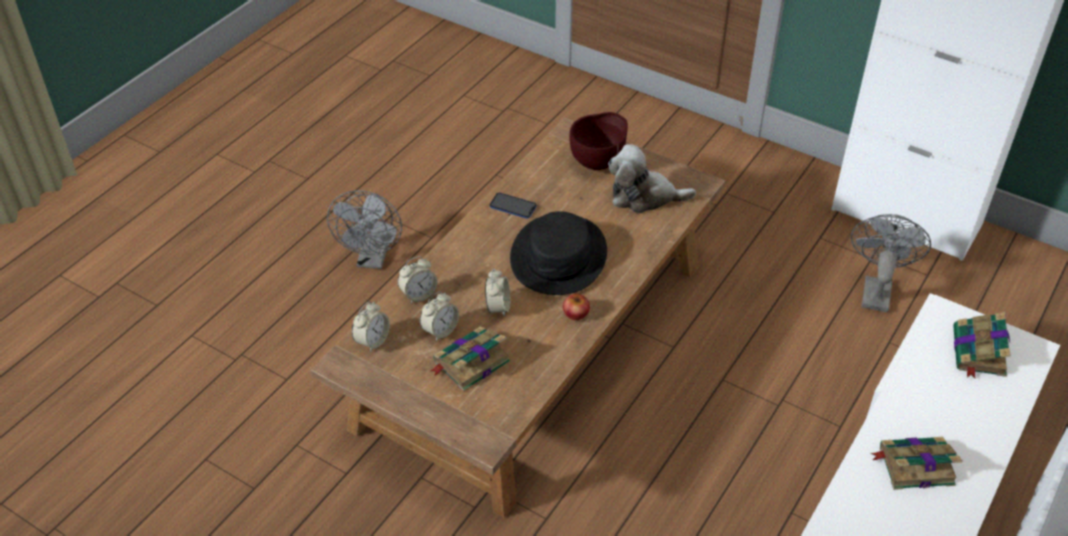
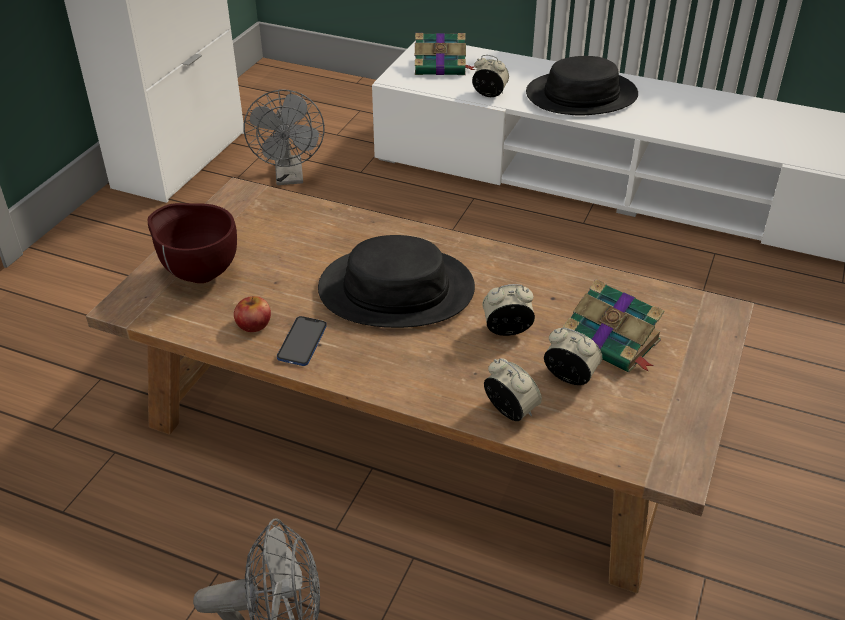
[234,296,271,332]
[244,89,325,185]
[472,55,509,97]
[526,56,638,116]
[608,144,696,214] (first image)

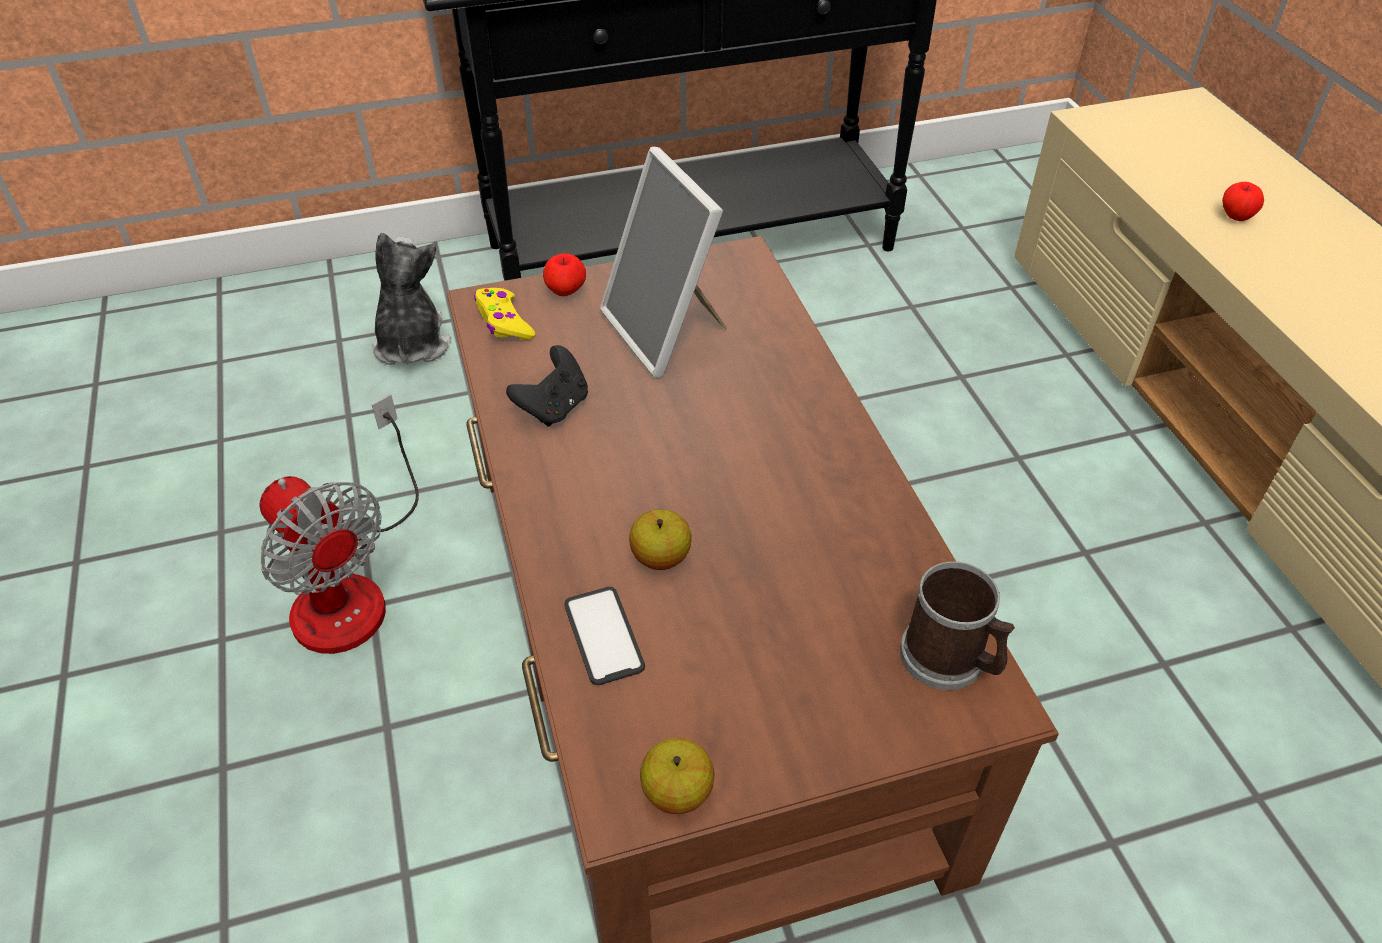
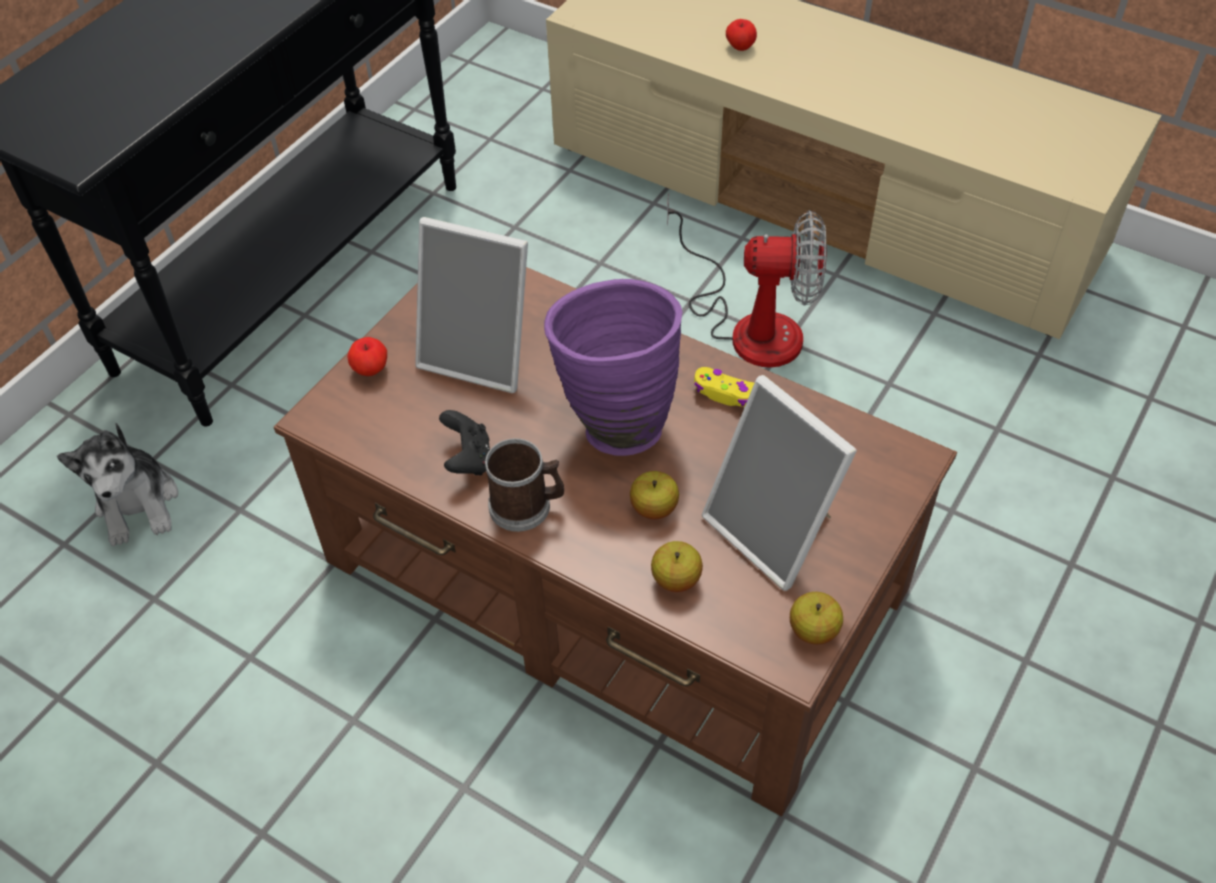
[57,423,178,547]
[484,438,564,532]
[544,279,683,456]
[651,541,703,592]
[667,193,827,368]
[694,367,754,407]
[702,375,857,591]

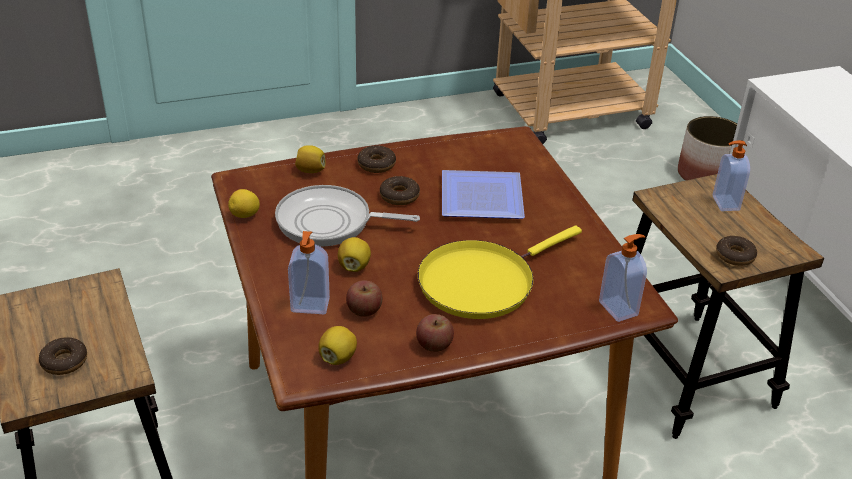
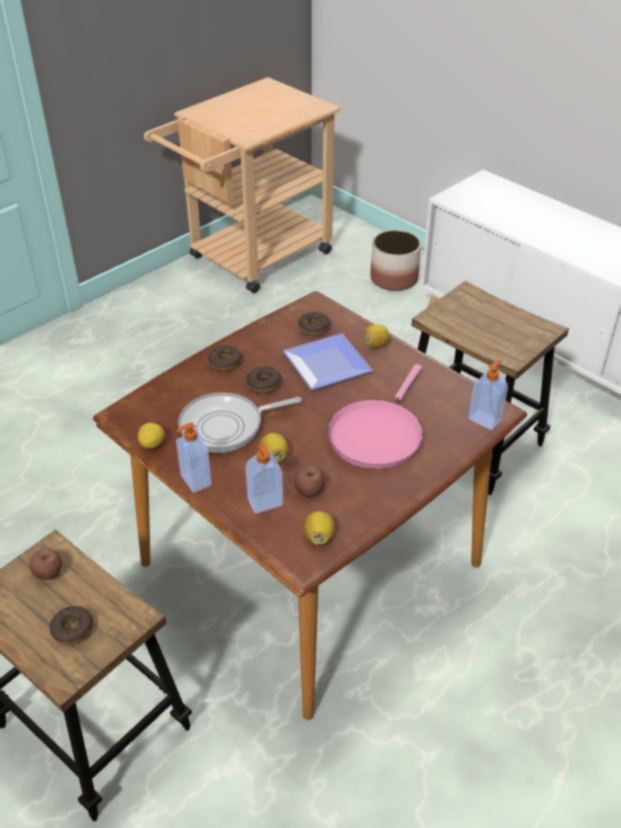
[29,548,62,580]
[176,422,212,493]
[298,312,330,336]
[328,364,423,469]
[365,324,390,348]

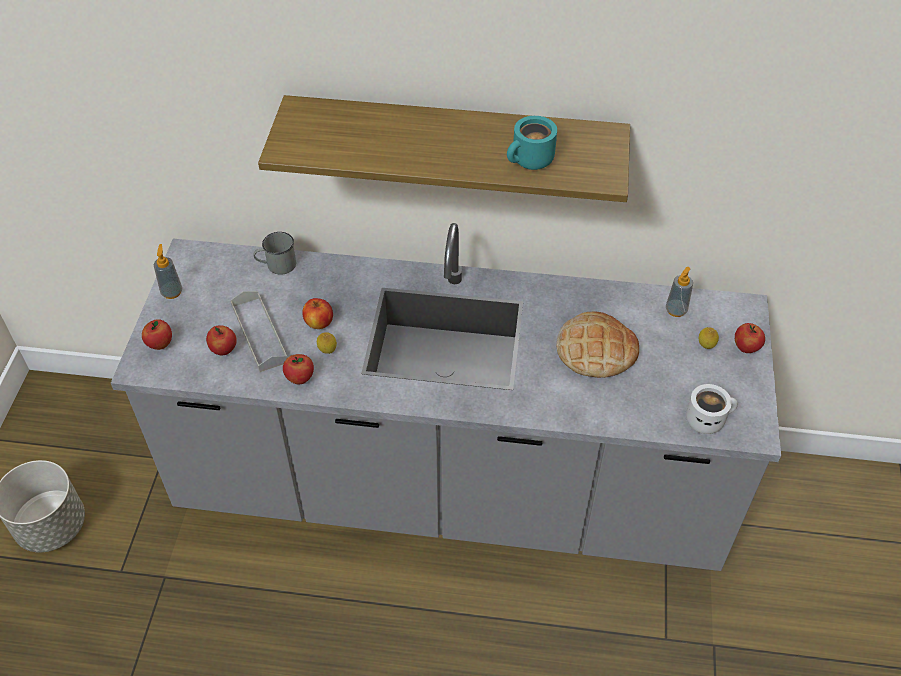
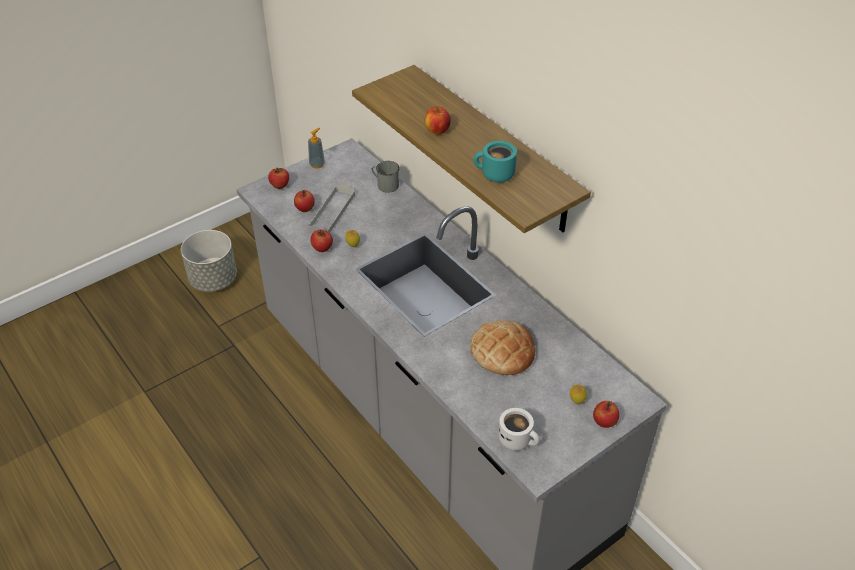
[425,106,451,135]
[666,267,693,317] (first image)

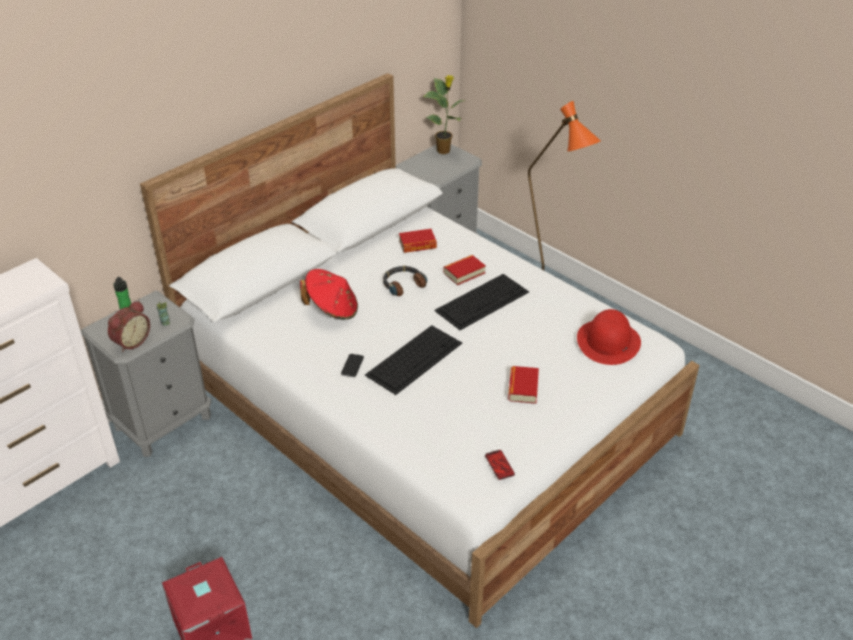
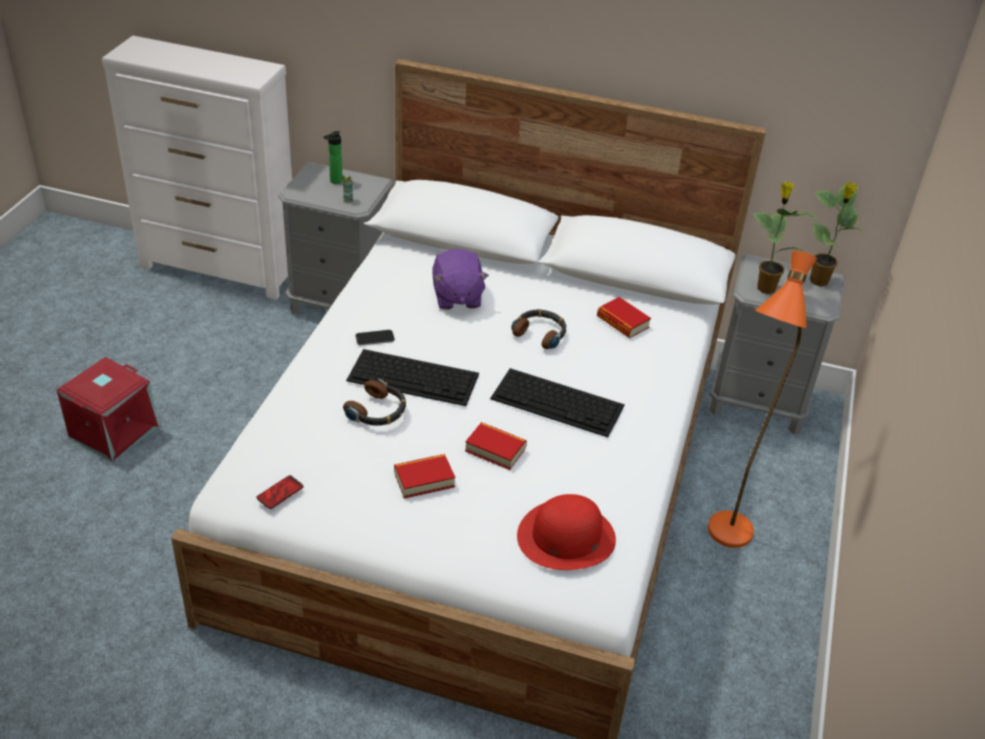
[343,379,406,426]
[432,249,489,310]
[465,422,527,470]
[752,181,819,294]
[108,301,150,352] (first image)

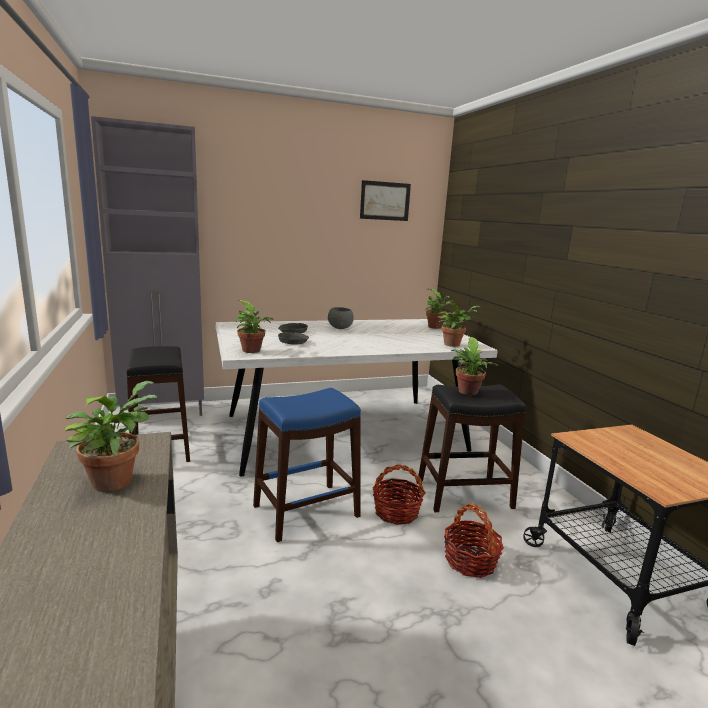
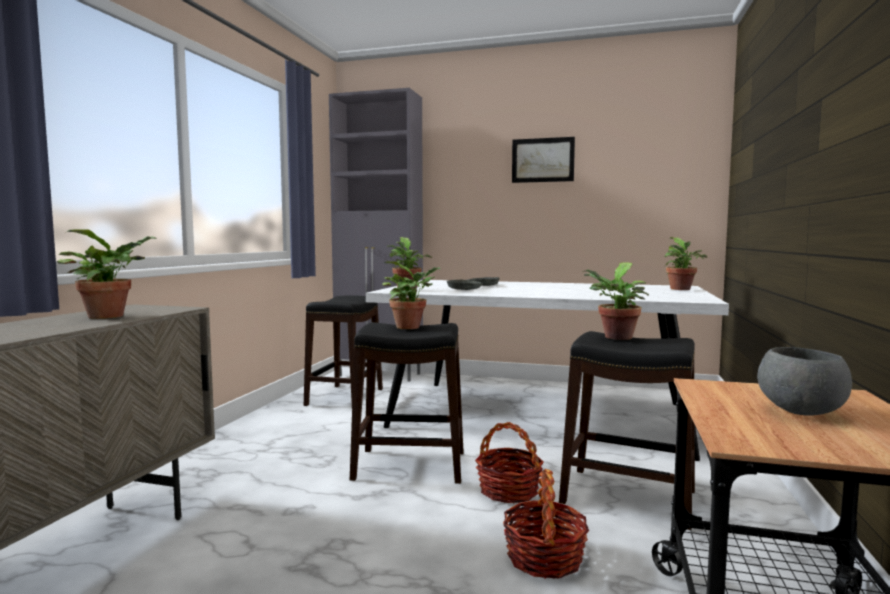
[350,322,464,484]
[382,261,440,329]
[512,137,575,183]
[757,347,852,416]

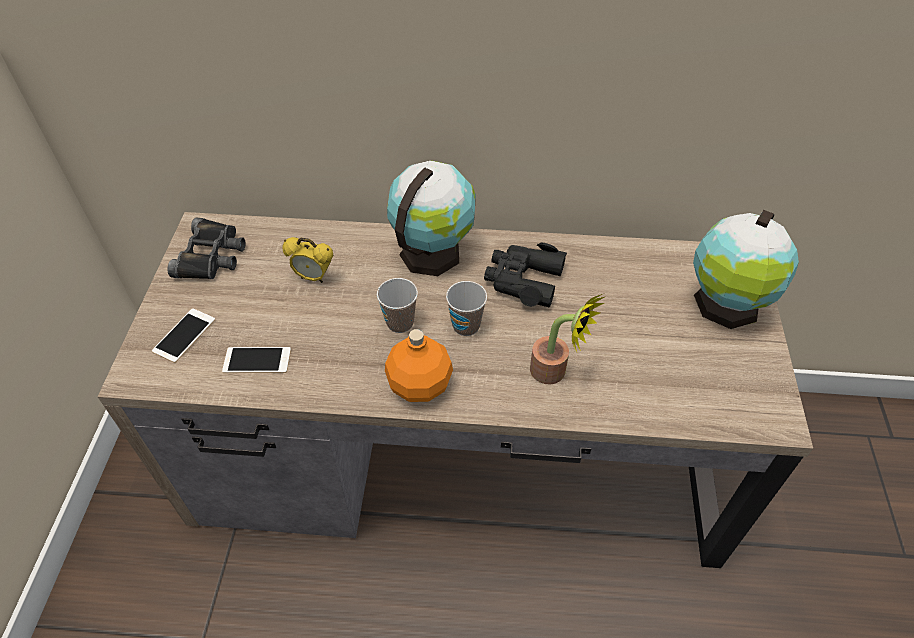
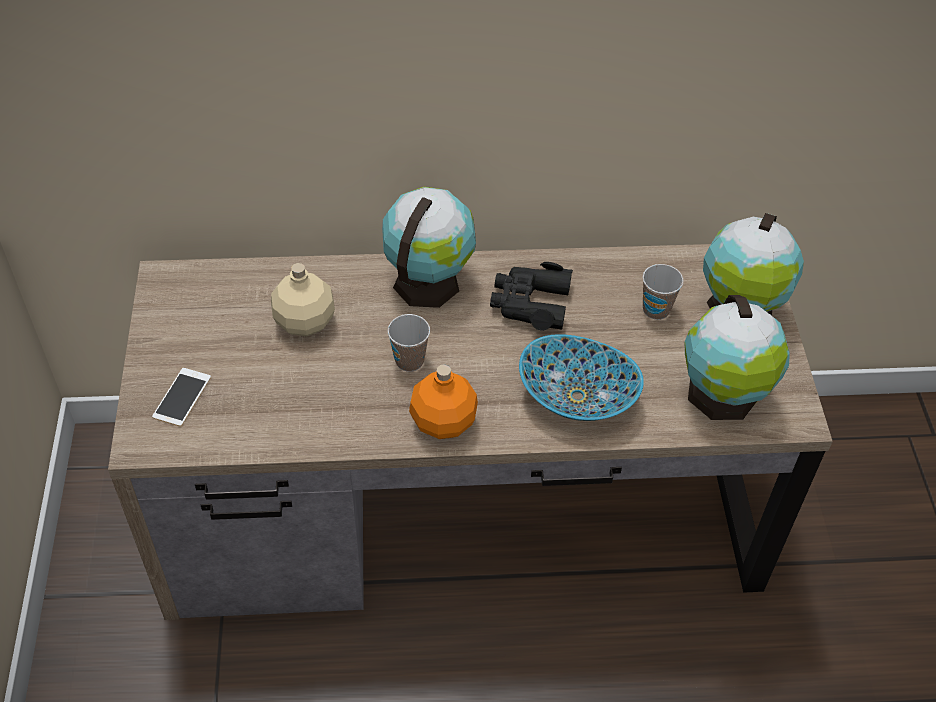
[271,263,335,336]
[519,334,644,421]
[642,264,684,320]
[685,295,790,420]
[167,217,245,279] (first image)
[222,347,291,373] (first image)

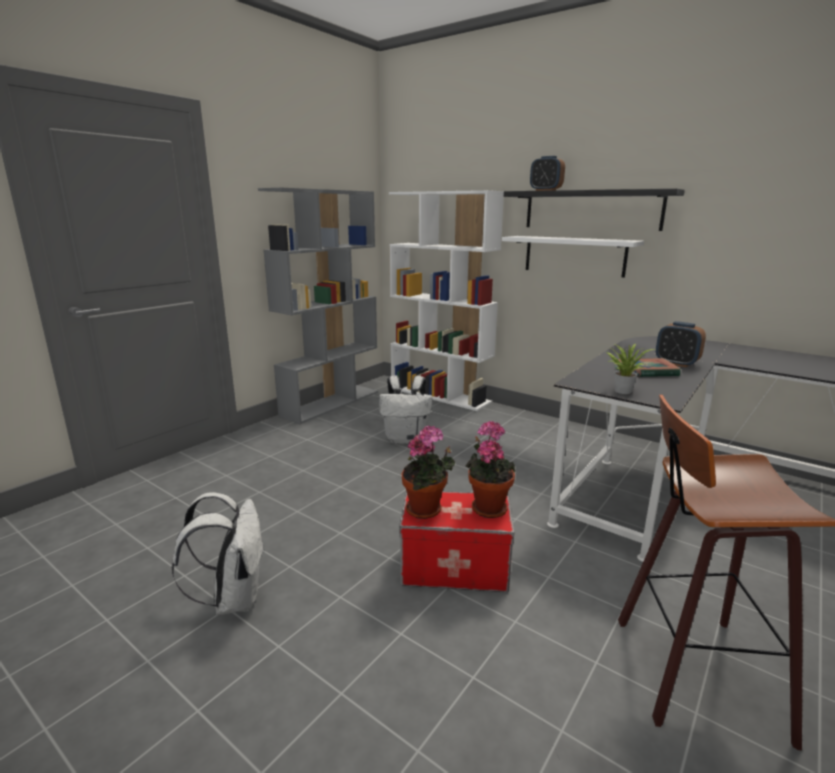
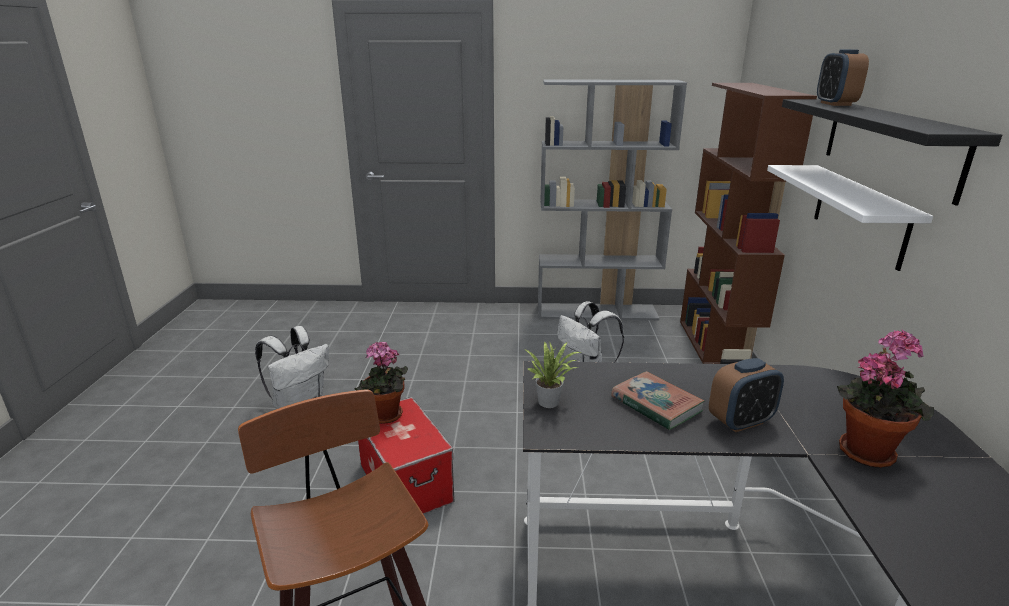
[680,83,817,364]
[709,358,784,432]
[837,329,934,468]

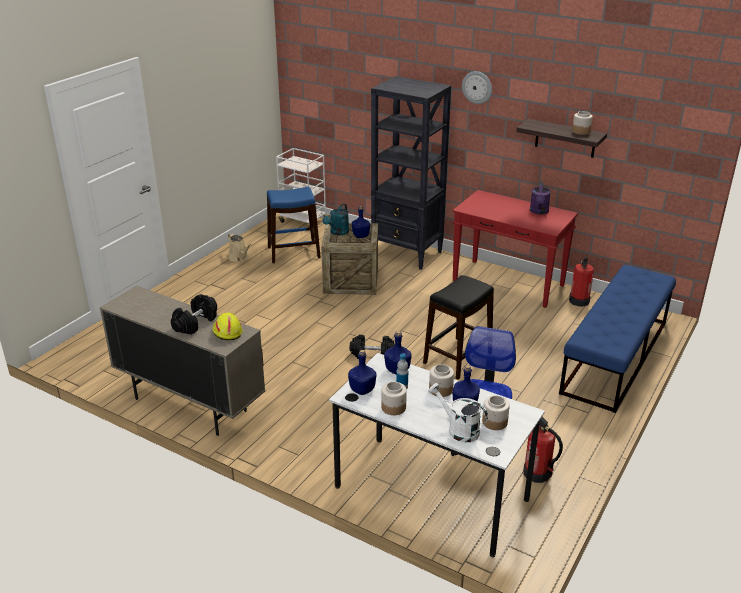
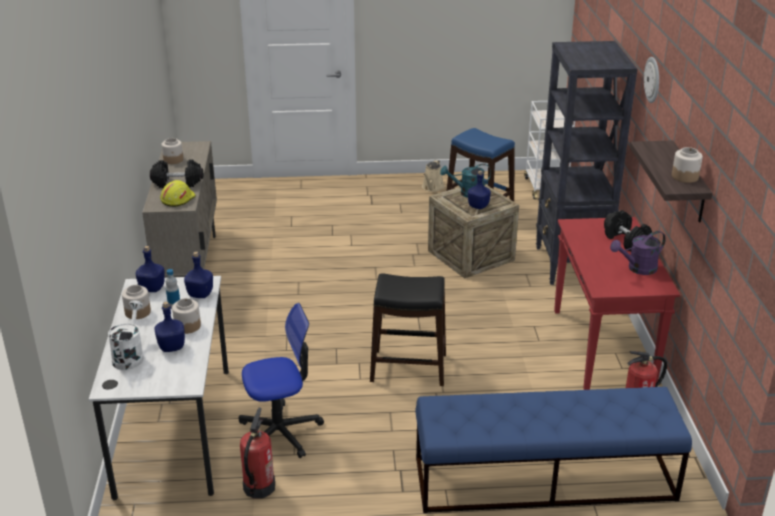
[161,138,183,164]
[604,210,652,252]

